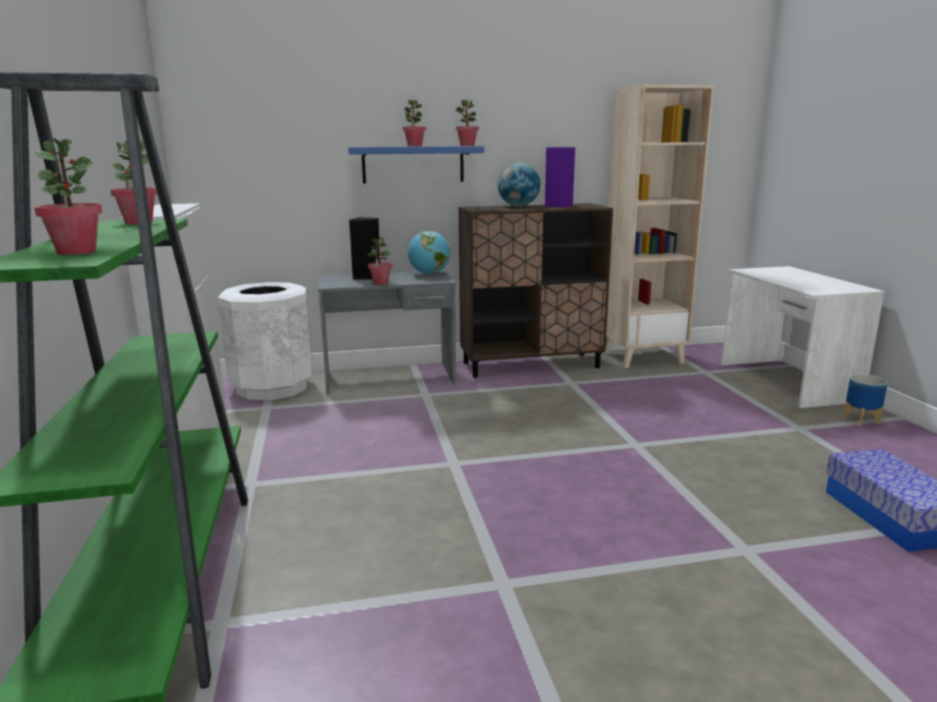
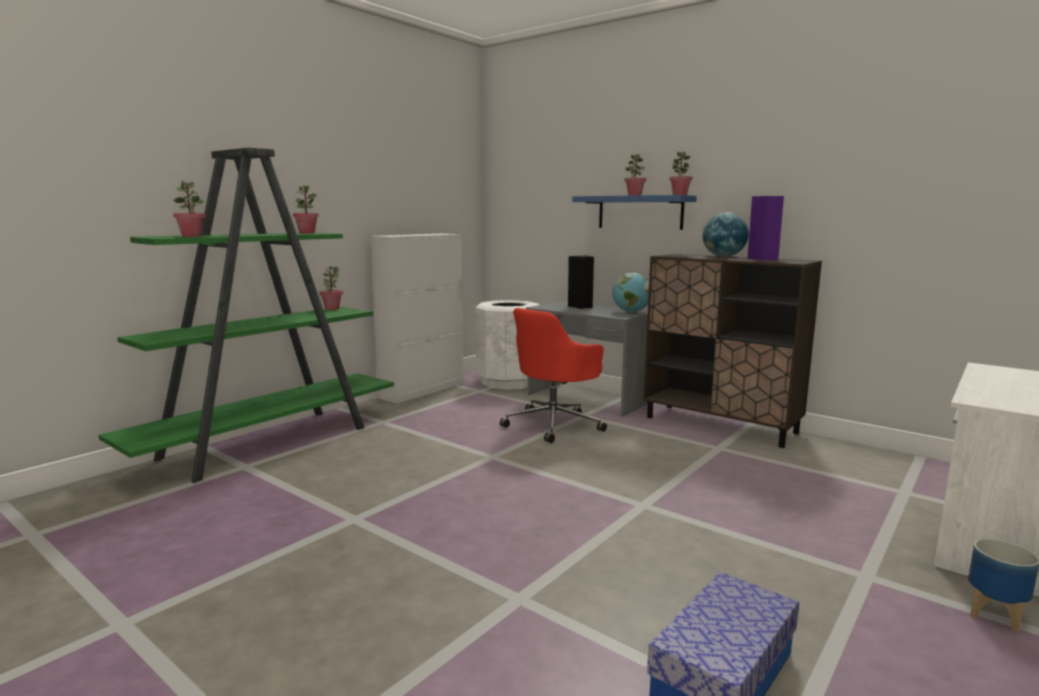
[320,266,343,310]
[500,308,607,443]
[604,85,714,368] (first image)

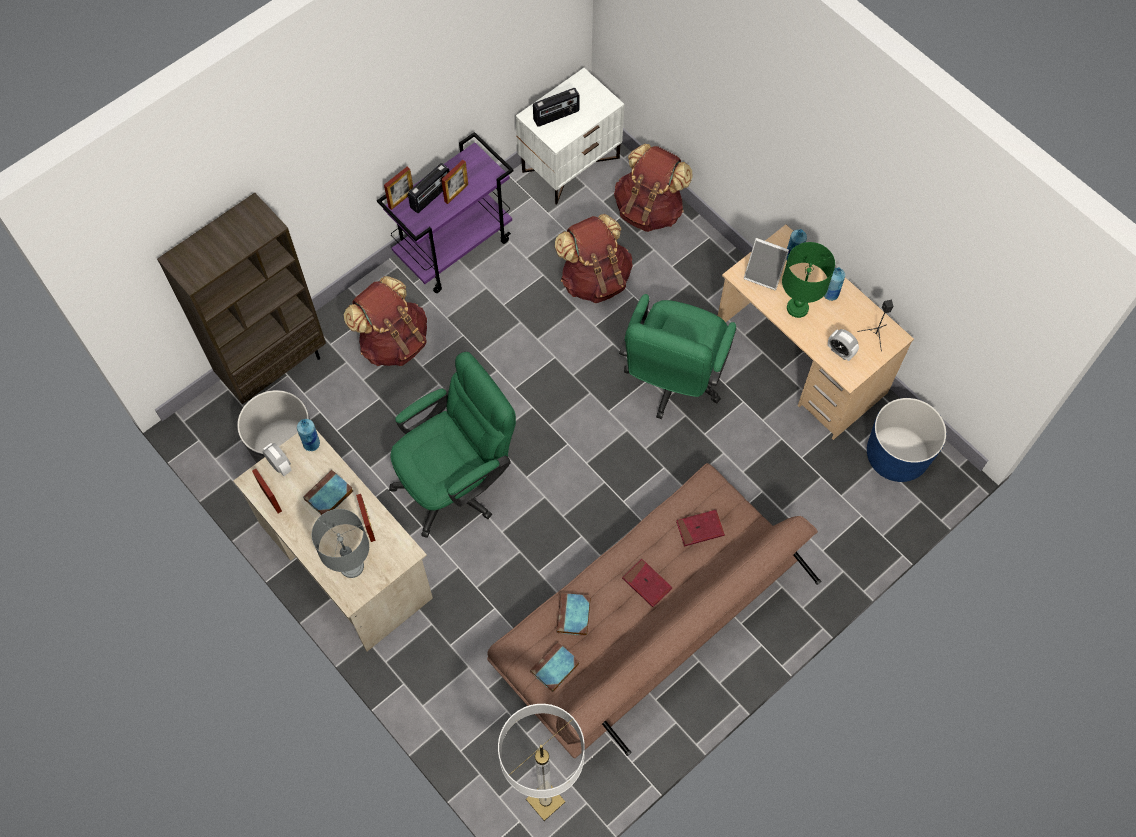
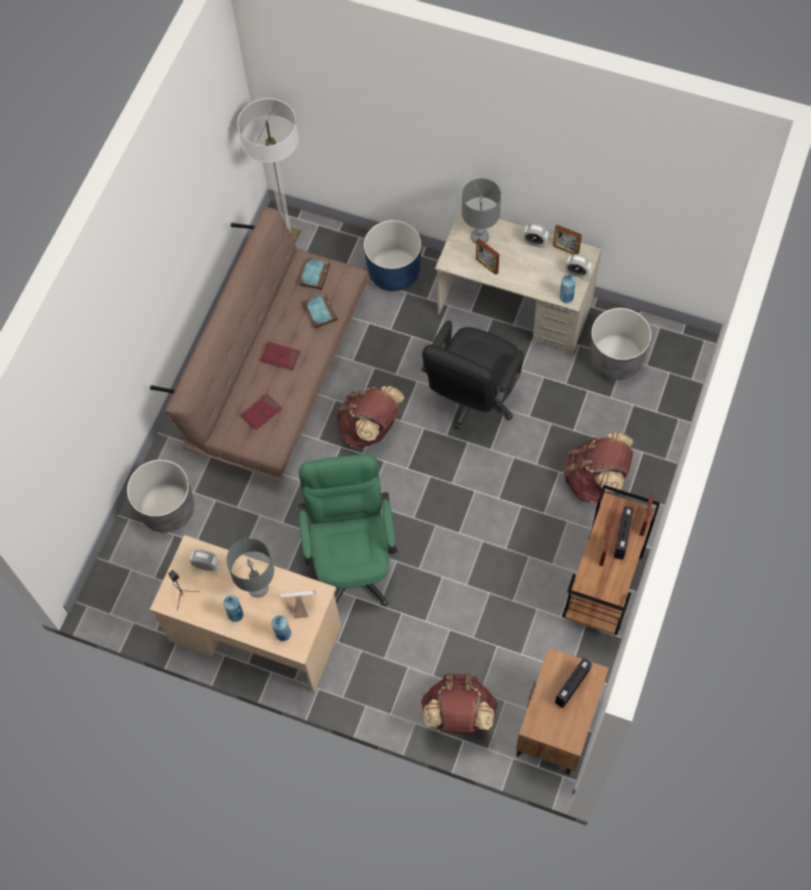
[127,459,194,533]
[226,538,274,598]
[336,386,405,449]
[364,220,421,291]
[421,321,524,430]
[516,647,609,775]
[523,223,549,248]
[562,485,660,635]
[157,193,326,404] (first image)
[303,470,353,515] (first image)

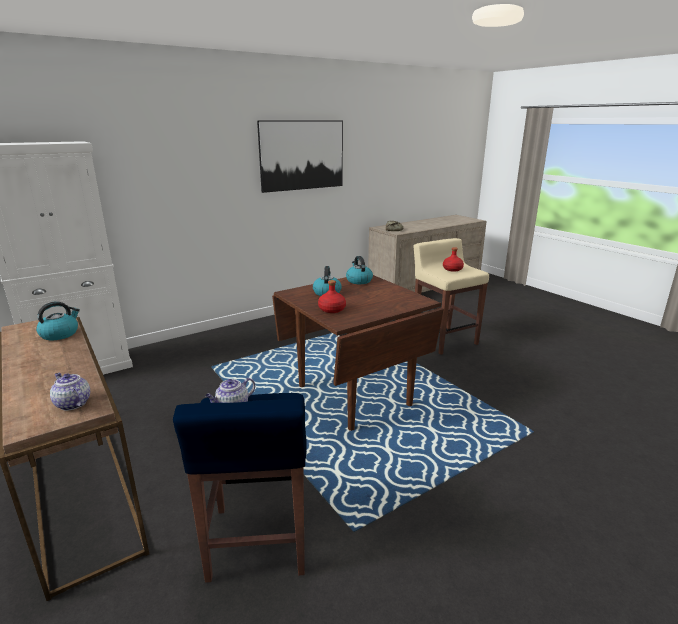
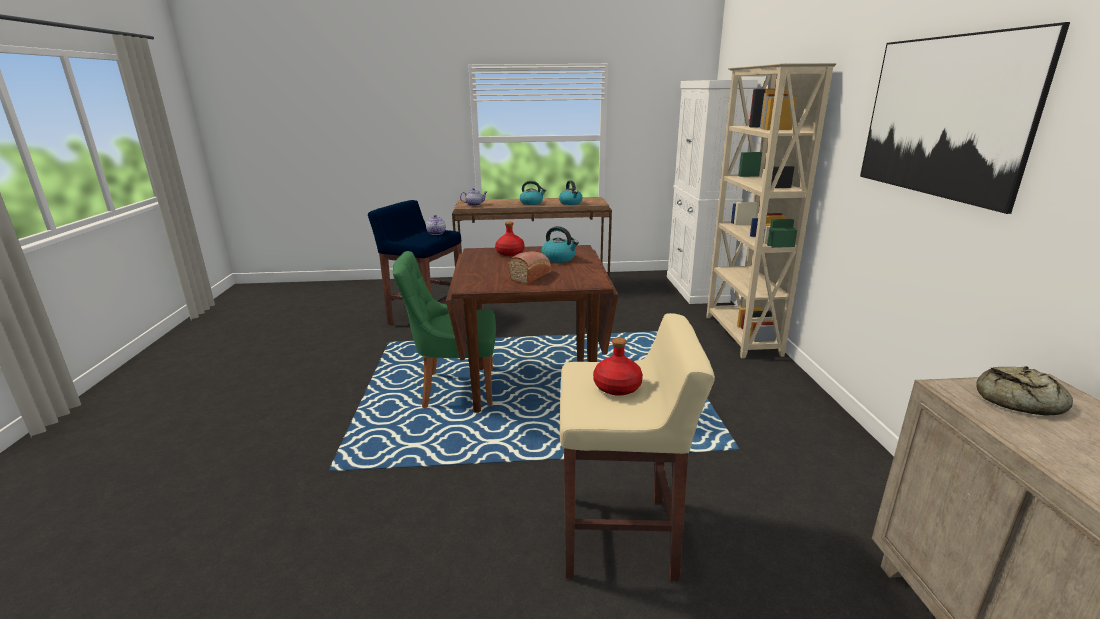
[392,251,496,409]
[508,251,551,284]
[520,181,546,205]
[706,63,837,359]

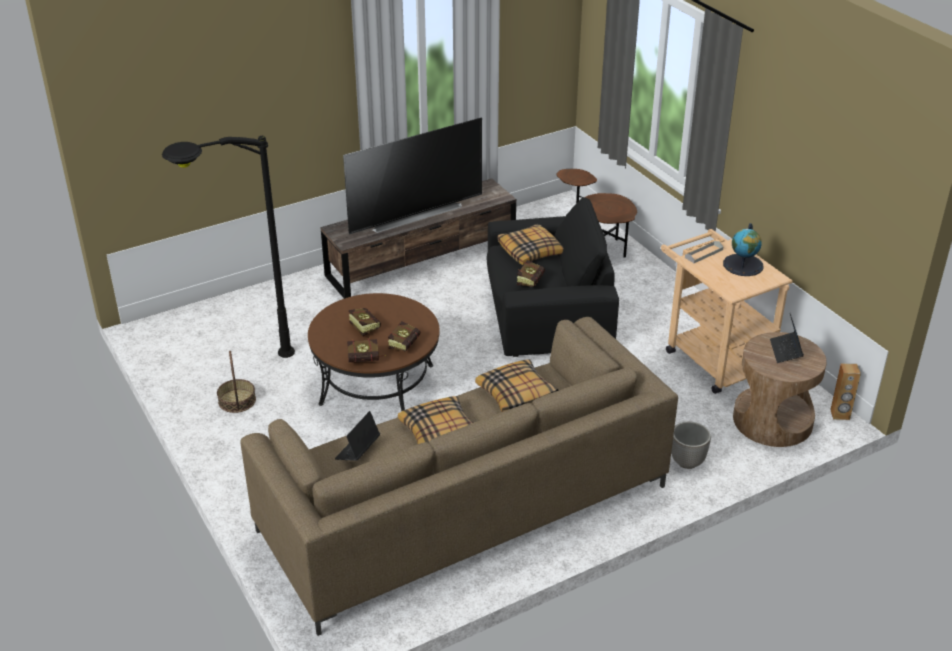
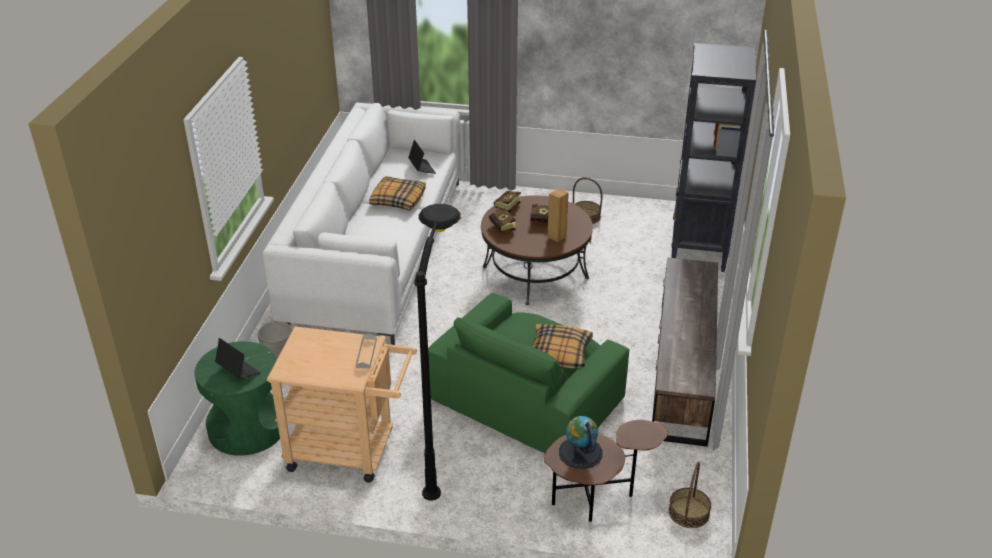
[195,341,280,456]
[262,103,461,345]
[414,204,461,501]
[428,293,629,453]
[548,188,569,242]
[559,416,602,469]
[669,462,711,528]
[671,43,756,272]
[343,117,482,235] (first image)
[475,359,558,412] (first image)
[517,260,545,287] (first image)

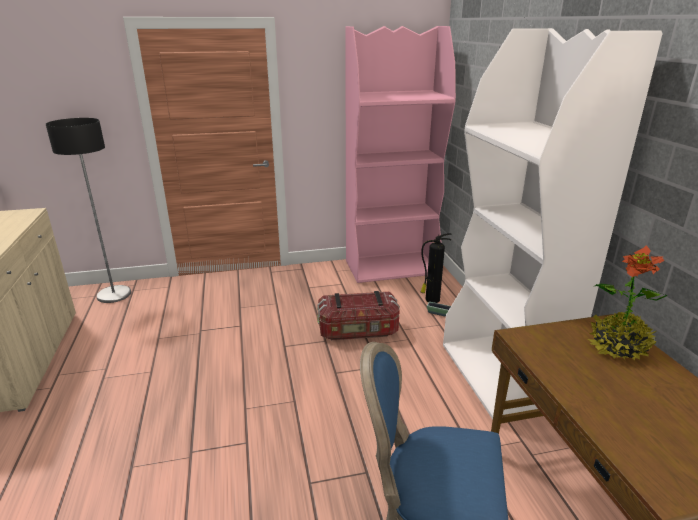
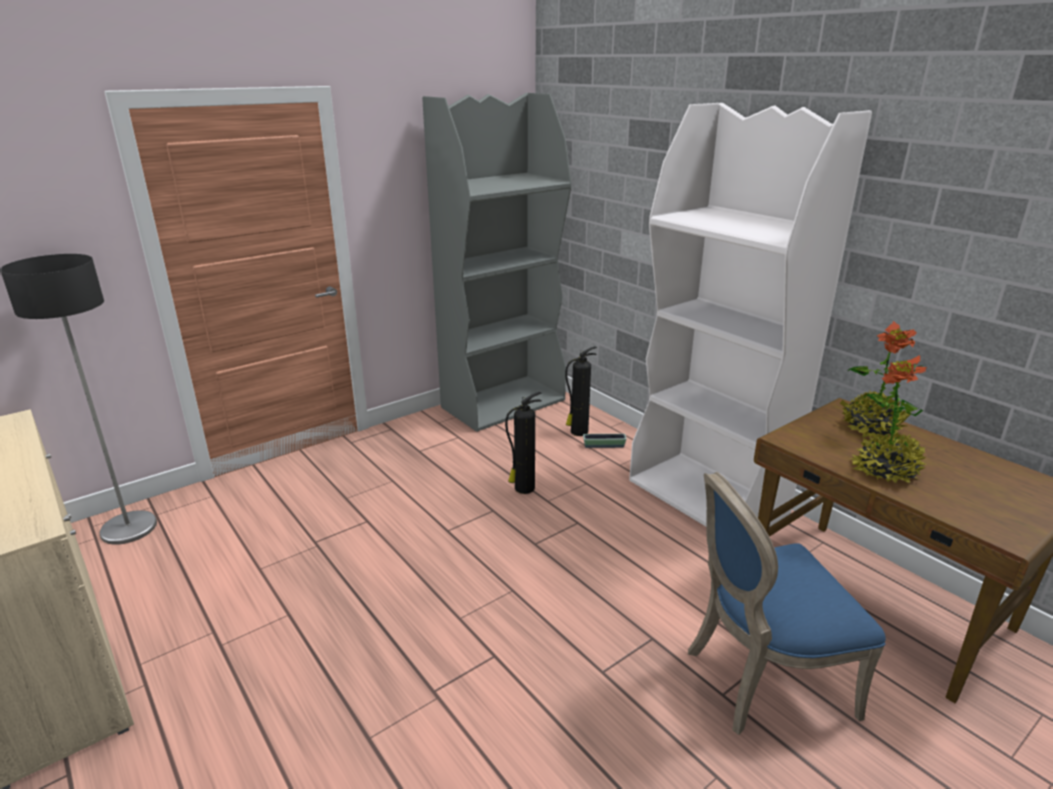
[422,93,571,432]
[505,392,542,494]
[851,355,927,483]

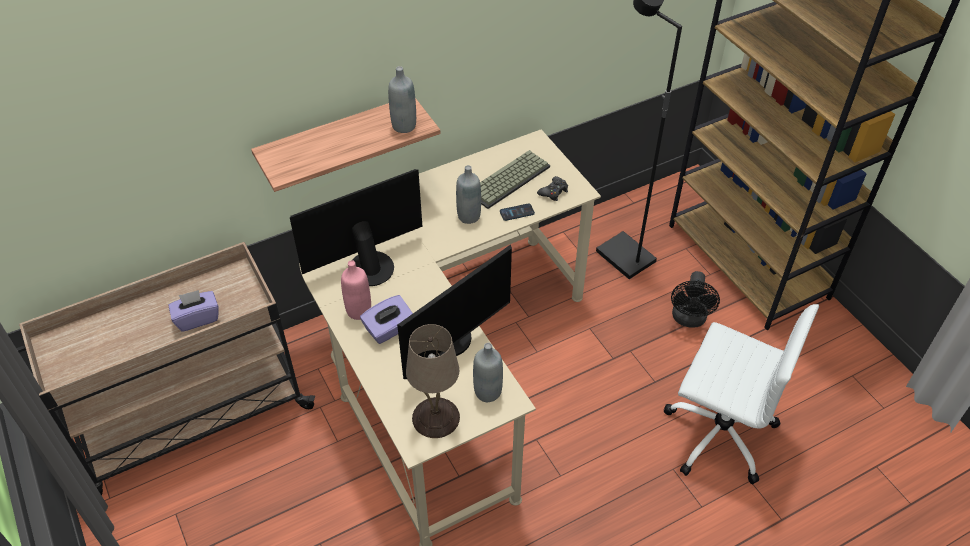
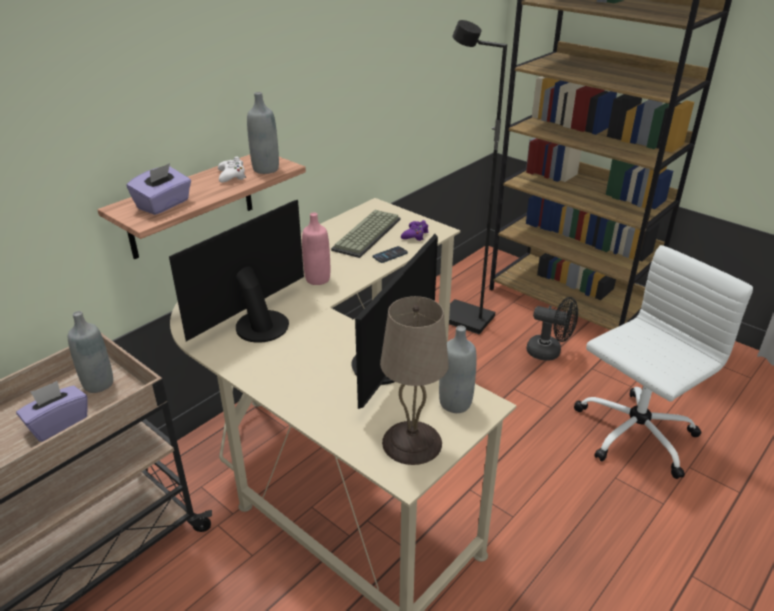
[68,311,113,393]
[126,163,191,215]
[218,157,246,183]
[302,212,330,285]
[401,220,429,241]
[526,297,578,361]
[574,245,753,479]

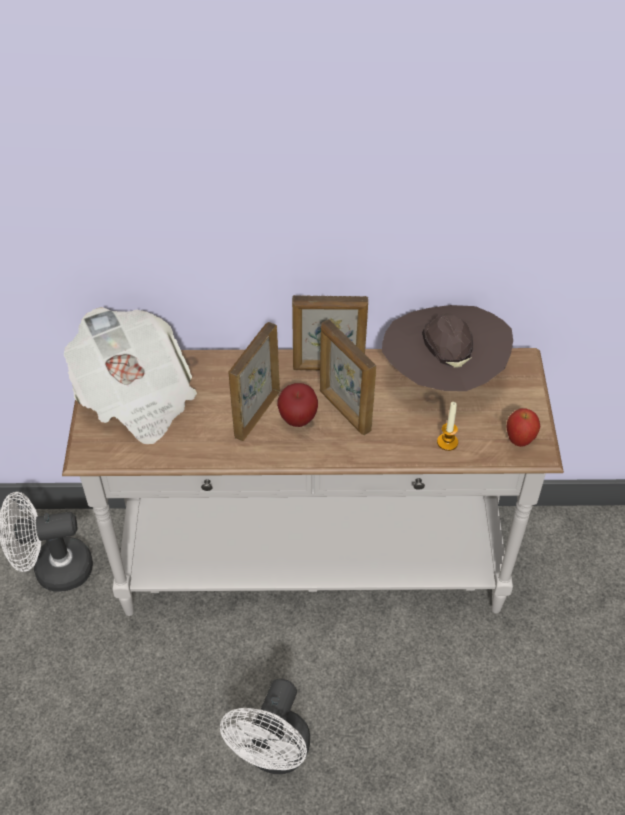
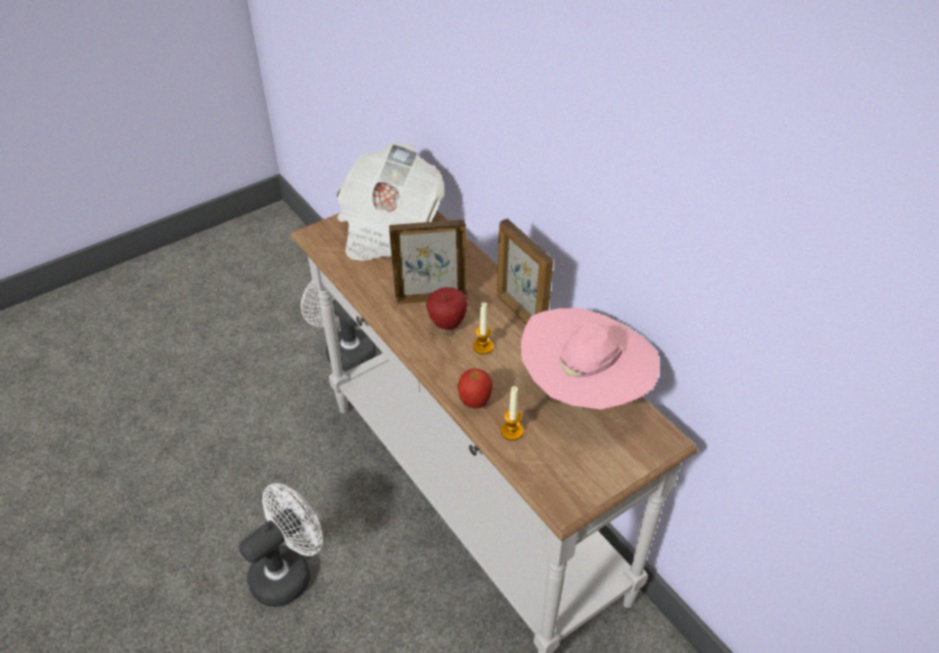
[239,483,323,607]
[457,368,493,409]
[473,302,494,354]
[521,308,660,409]

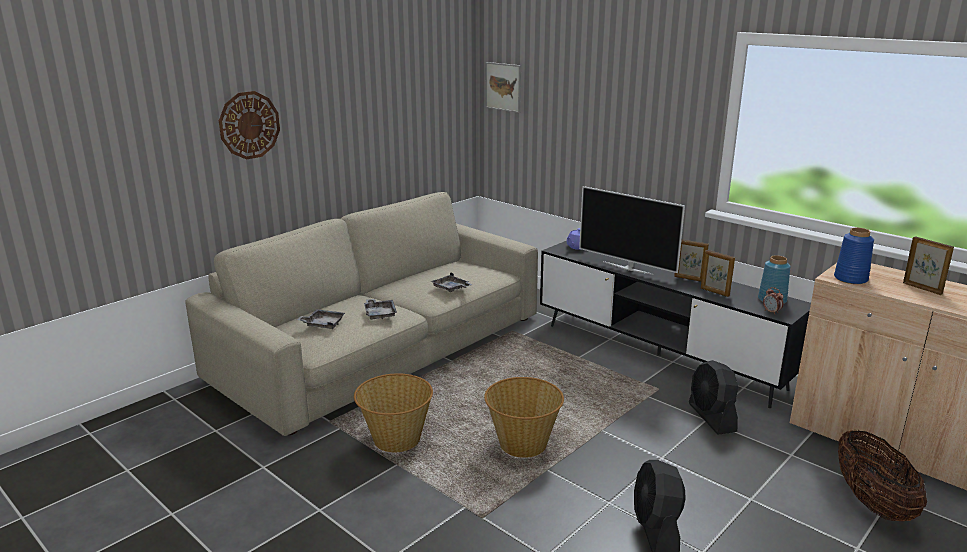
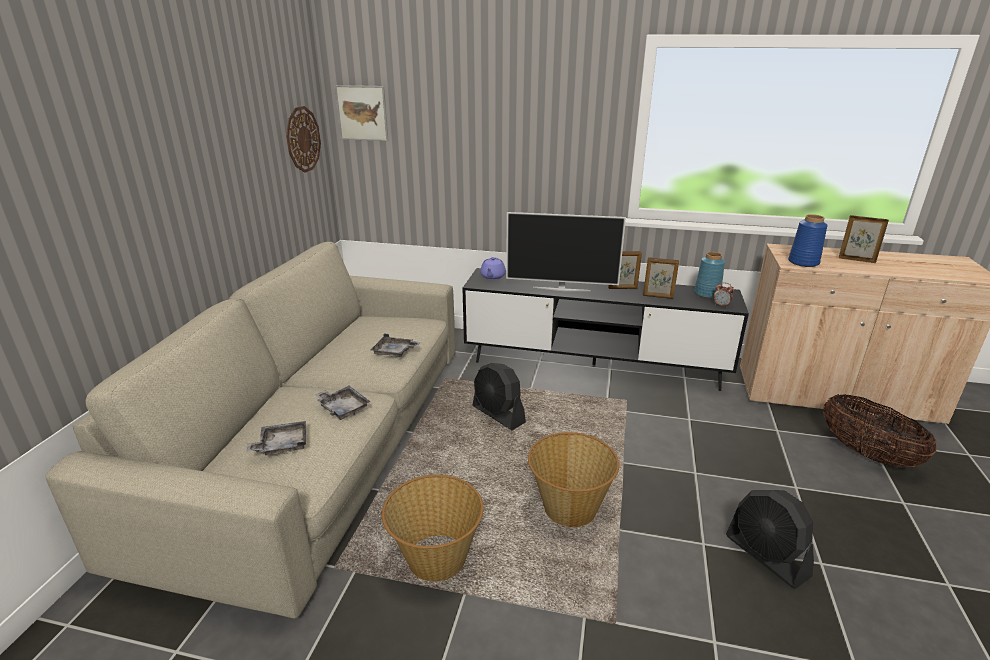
[286,106,321,173]
[473,363,526,430]

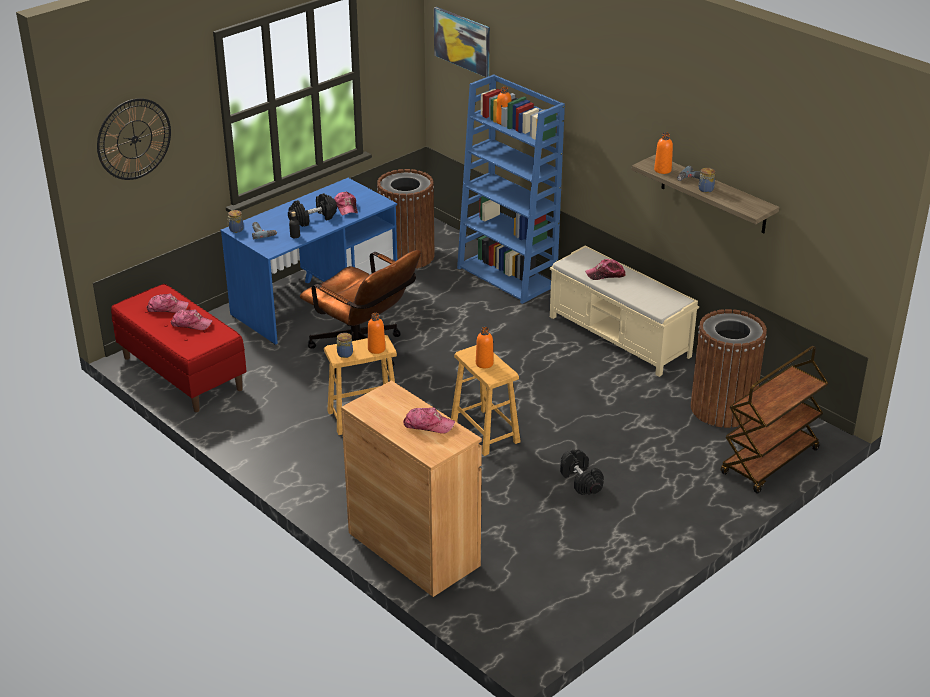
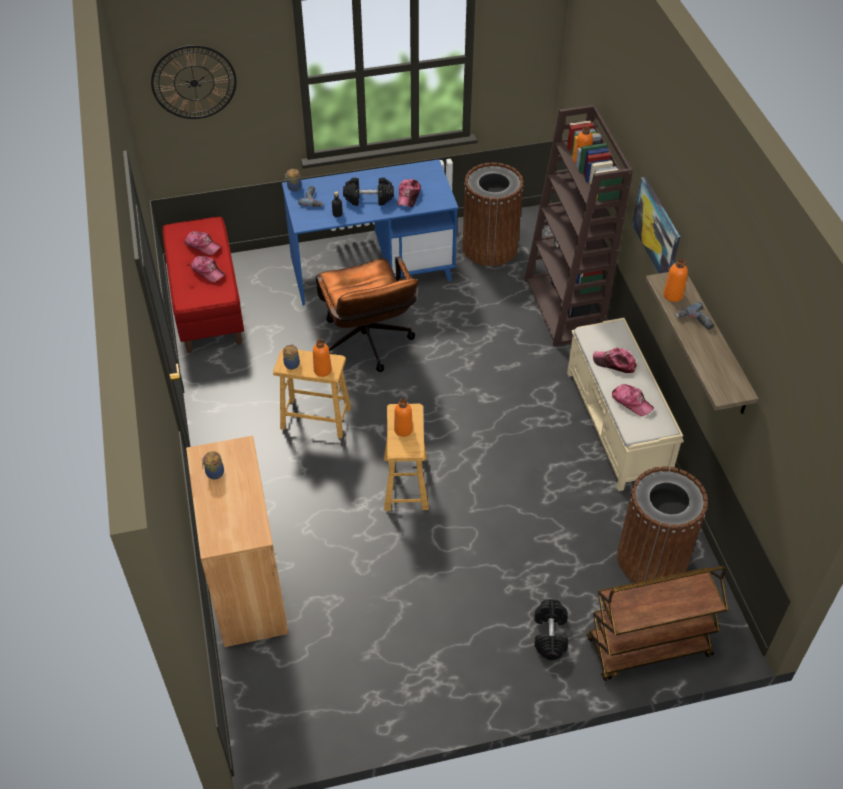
[201,451,224,479]
[525,105,633,346]
[534,599,568,660]
[612,384,654,416]
[632,177,680,274]

